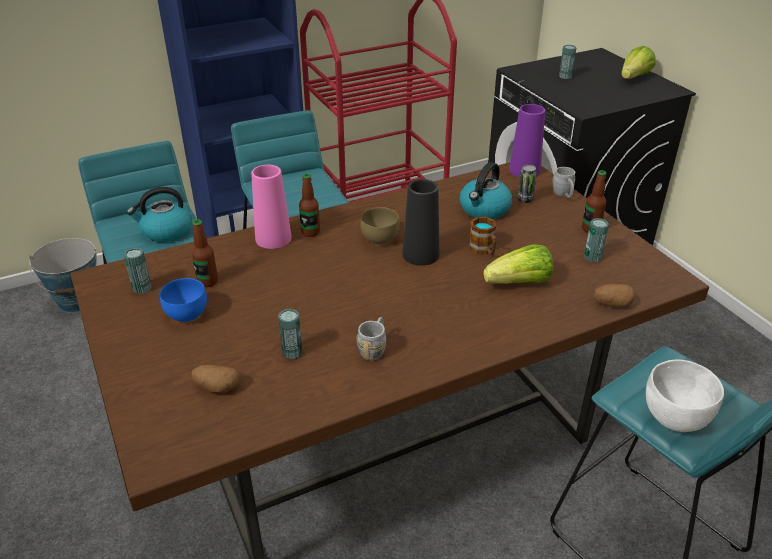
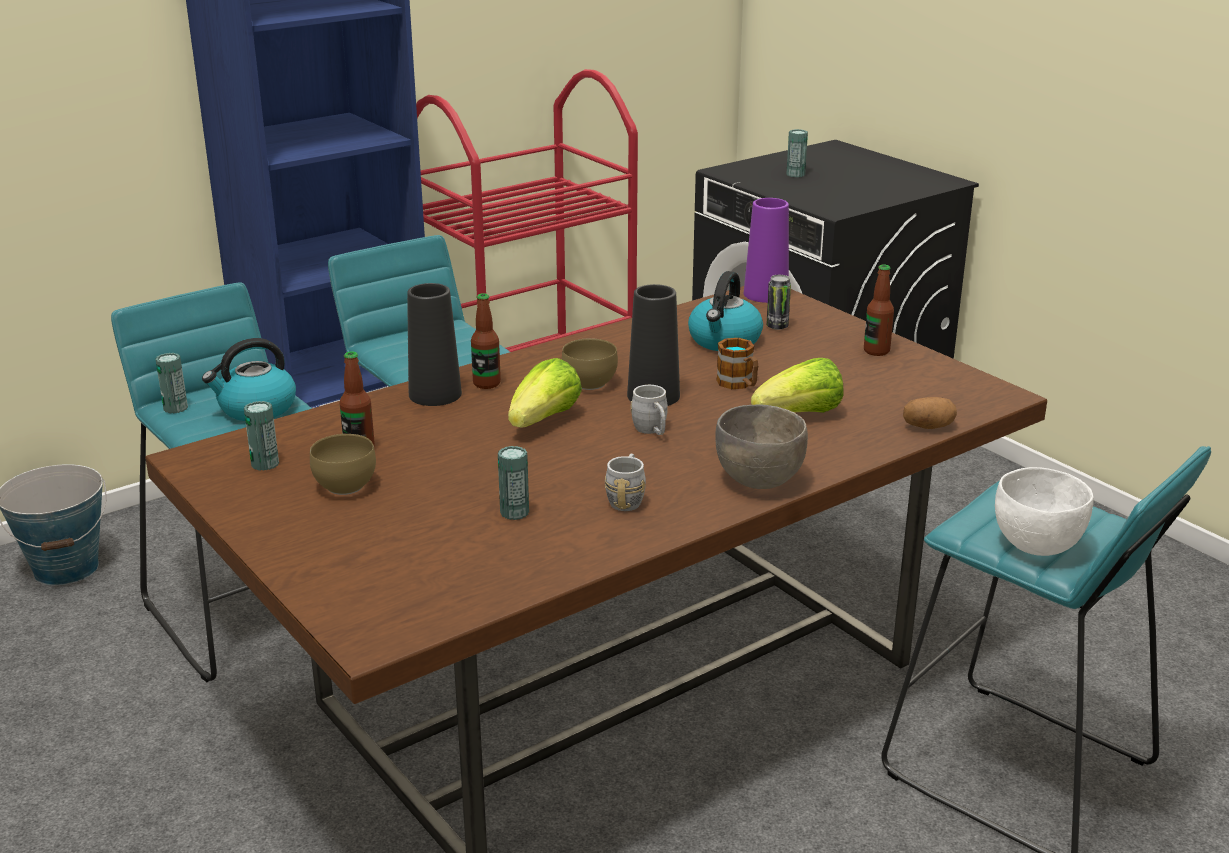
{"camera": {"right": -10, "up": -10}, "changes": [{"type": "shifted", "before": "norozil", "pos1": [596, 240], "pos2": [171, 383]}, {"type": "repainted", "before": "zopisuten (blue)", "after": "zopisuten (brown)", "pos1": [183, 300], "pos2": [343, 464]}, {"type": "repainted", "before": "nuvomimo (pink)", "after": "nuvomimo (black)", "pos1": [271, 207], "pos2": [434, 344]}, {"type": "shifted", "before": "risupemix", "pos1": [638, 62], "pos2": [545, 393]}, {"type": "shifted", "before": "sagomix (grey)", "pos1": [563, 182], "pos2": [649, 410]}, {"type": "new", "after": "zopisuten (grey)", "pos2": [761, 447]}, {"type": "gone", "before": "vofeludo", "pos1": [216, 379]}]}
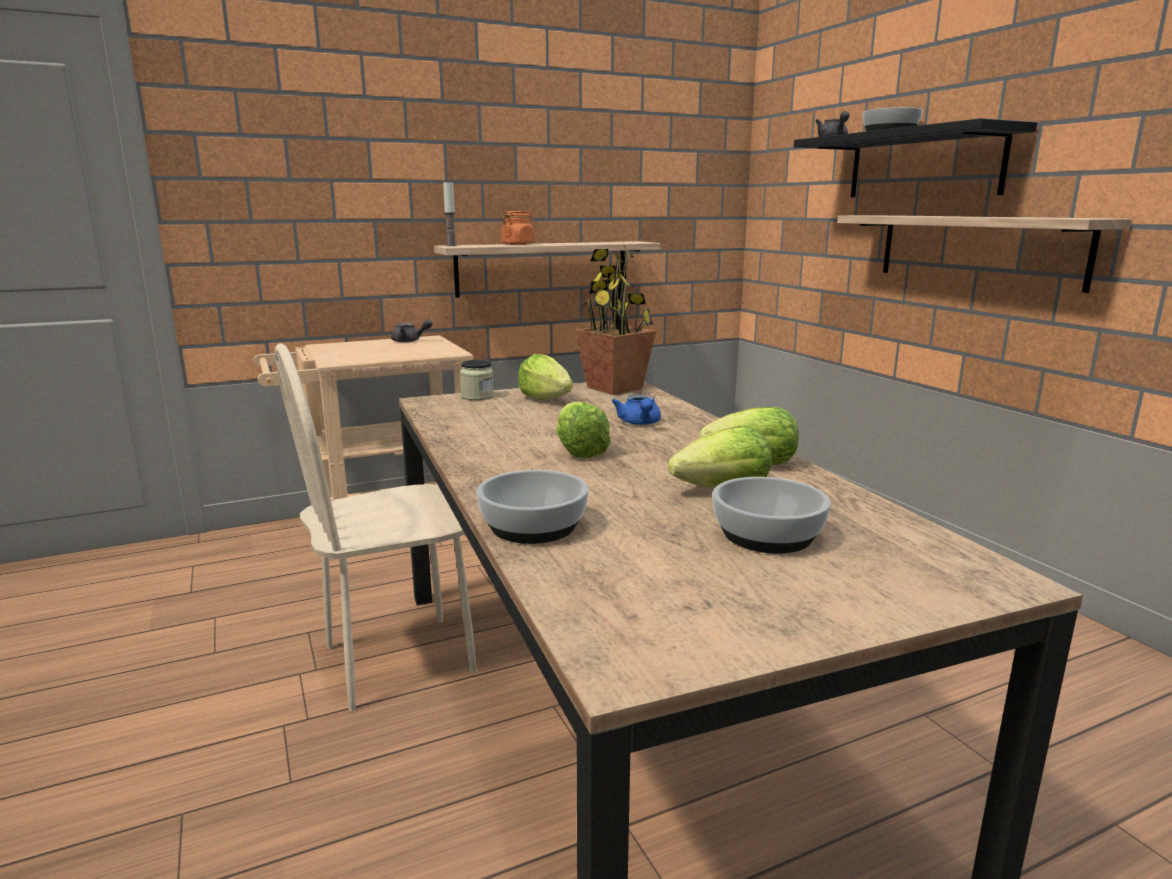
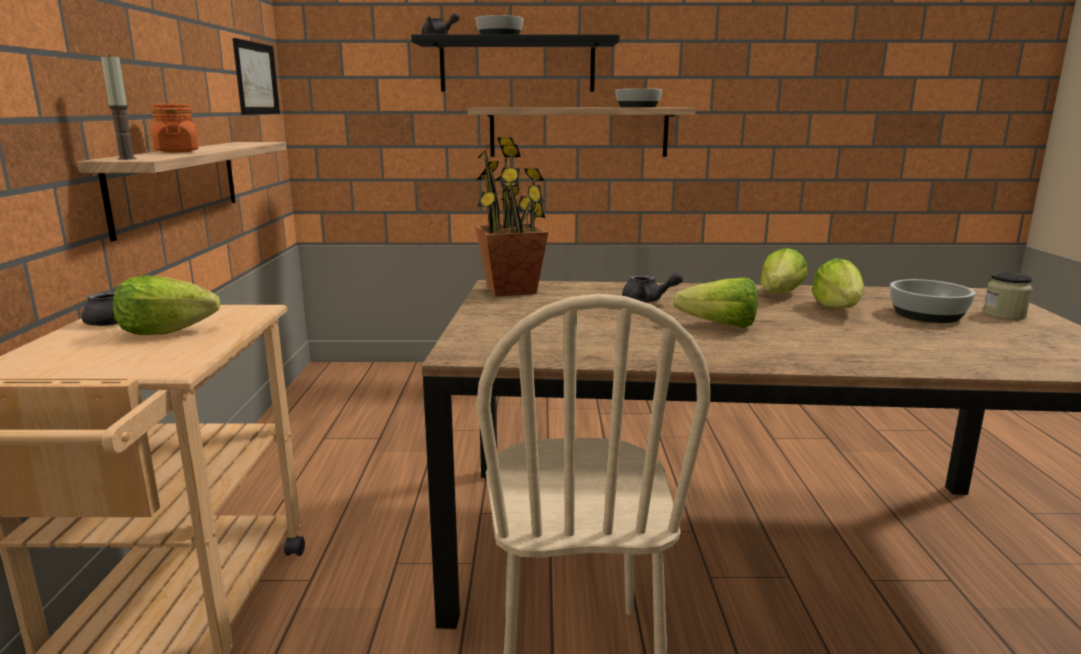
{"camera": {"right": -65, "up": 0}, "changes": [{"type": "shifted", "before": "risupemix", "pos1": [545, 377], "pos2": [166, 305]}, {"type": "new", "after": "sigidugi", "pos2": [256, 76]}, {"type": "shifted", "before": "zopisuten", "pos1": [533, 507], "pos2": [638, 98]}, {"type": "repainted", "before": "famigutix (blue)", "after": "famigutix (grey)", "pos1": [636, 409], "pos2": [652, 287]}, {"type": "shifted", "before": "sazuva", "pos1": [477, 380], "pos2": [1007, 296]}]}
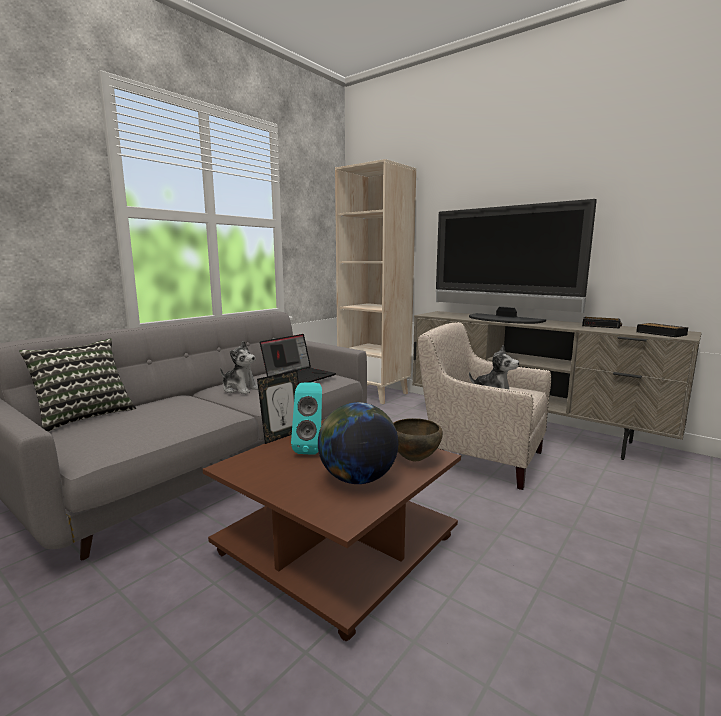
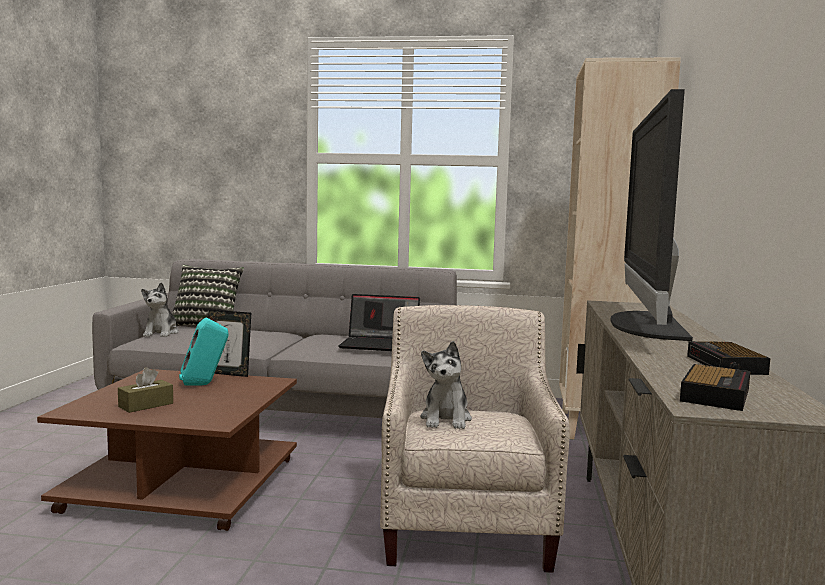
{"camera": {"right": 60, "up": -5}, "changes": [{"type": "swapped", "before": "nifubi", "after": "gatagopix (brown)", "pos1": [358, 443], "pos2": [145, 390]}, {"type": "shifted", "before": "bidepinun", "pos1": [239, 367], "pos2": [160, 309]}, {"type": "gone", "before": "zopisuten (brown)", "pos1": [418, 439]}]}
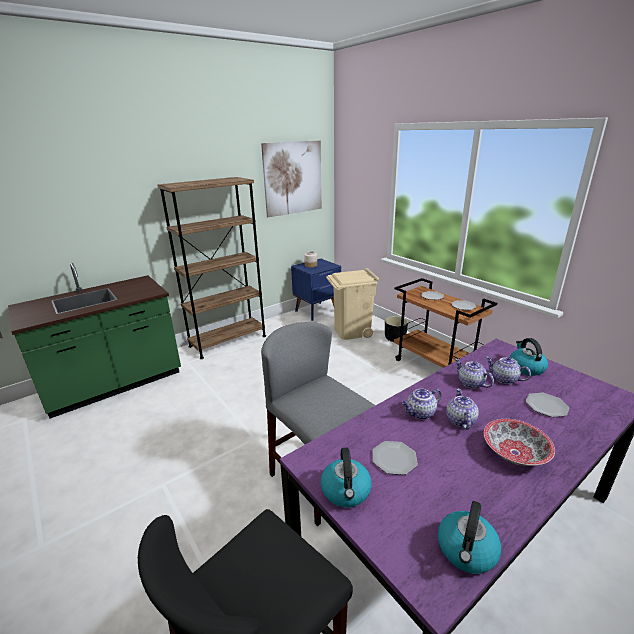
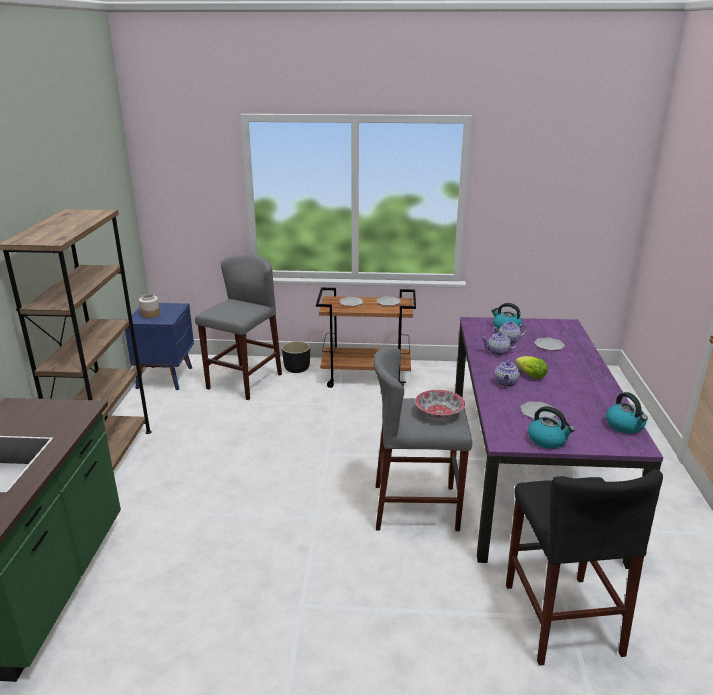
{"camera": {"right": -50, "up": 0}, "changes": [{"type": "swapped", "before": "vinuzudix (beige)", "after": "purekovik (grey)", "pos1": [352, 304], "pos2": [238, 327]}, {"type": "shifted", "before": "zopisuten", "pos1": [519, 442], "pos2": [440, 404]}, {"type": "swapped", "before": "famigutix", "after": "risupemix", "pos1": [462, 409], "pos2": [531, 367]}, {"type": "gone", "before": "sigidugi", "pos1": [291, 178]}]}
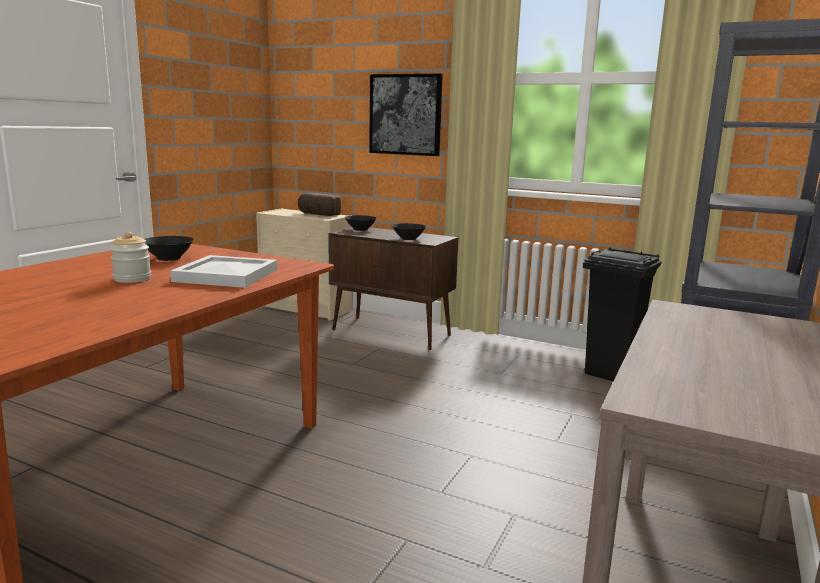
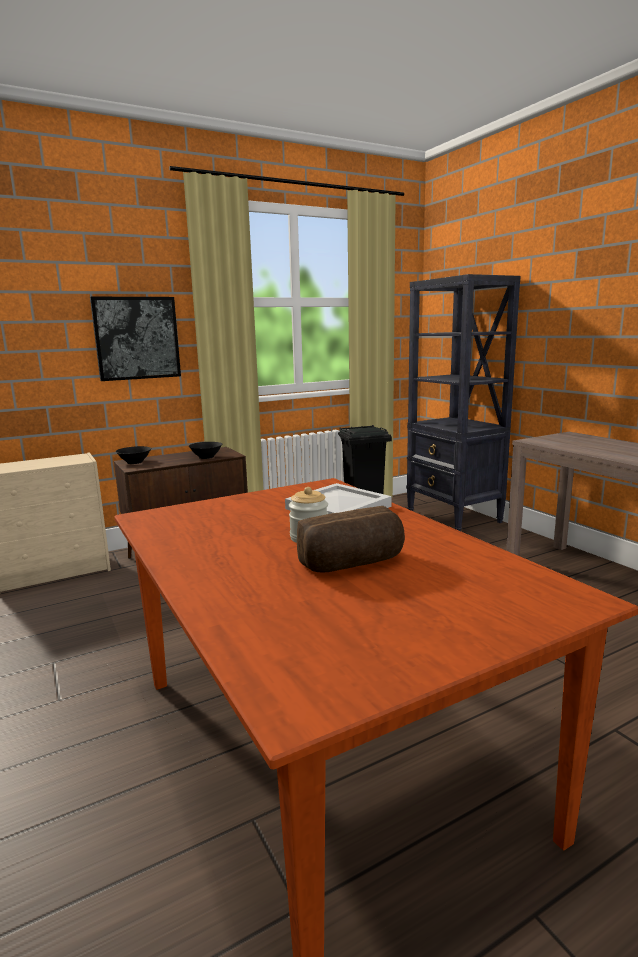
{"camera": {"right": -55, "up": 0}, "changes": [{"type": "shifted", "before": "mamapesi", "pos1": [319, 204], "pos2": [351, 539]}, {"type": "gone", "before": "zopisuten (black)", "pos1": [169, 248]}]}
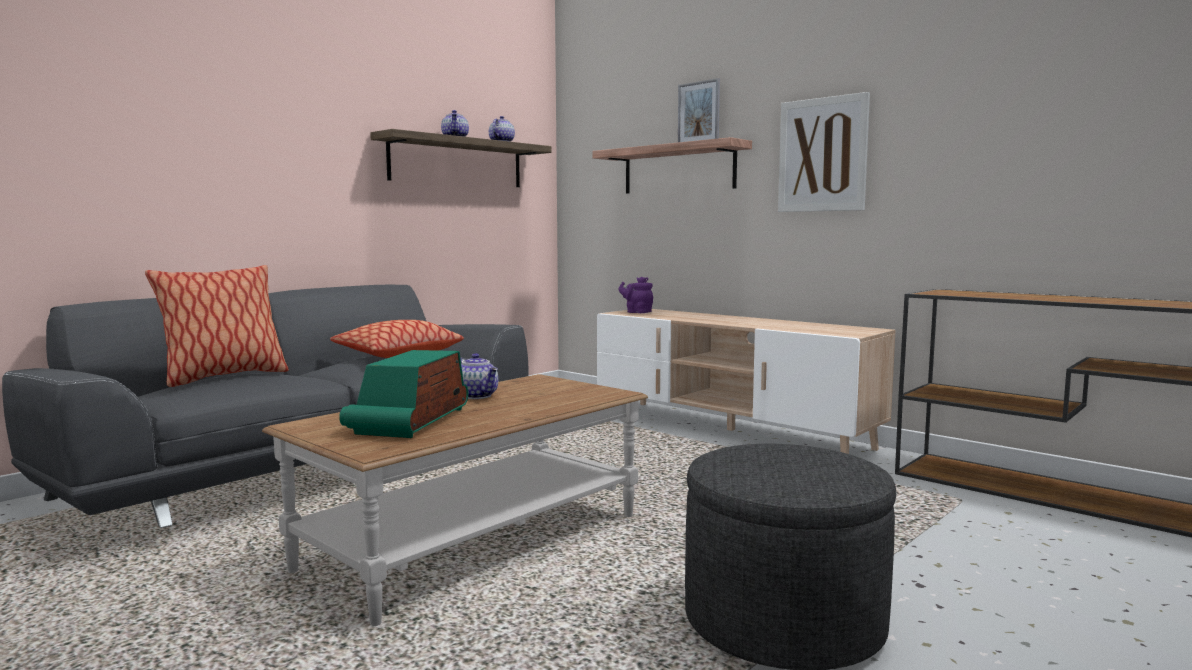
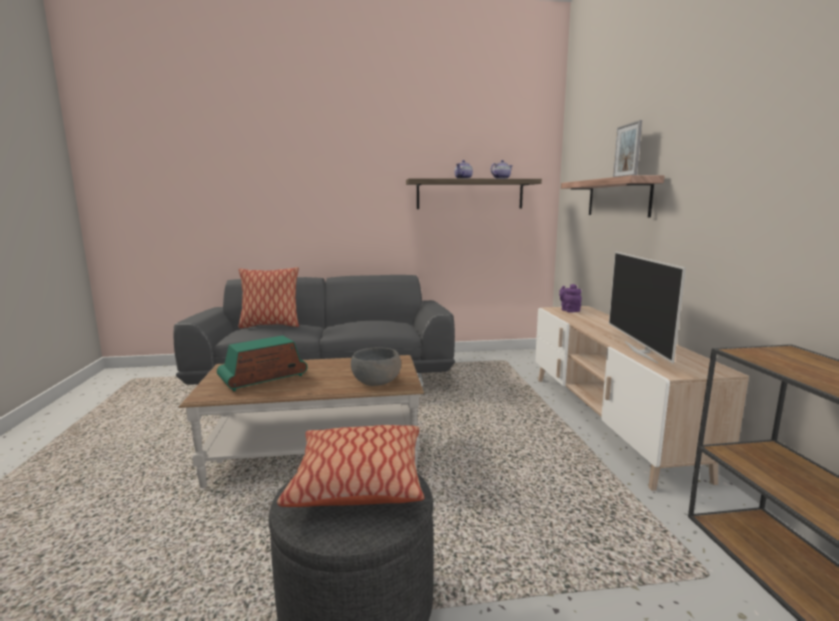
{"camera": {"right": 40, "up": 5}, "changes": [{"type": "shifted", "before": "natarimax", "pos1": [397, 339], "pos2": [350, 466]}, {"type": "new", "after": "zopisuten (grey)", "pos2": [376, 366]}, {"type": "new", "after": "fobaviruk", "pos2": [647, 307]}, {"type": "gone", "before": "famigutix", "pos1": [479, 376]}, {"type": "gone", "before": "sigidugi", "pos1": [824, 152]}]}
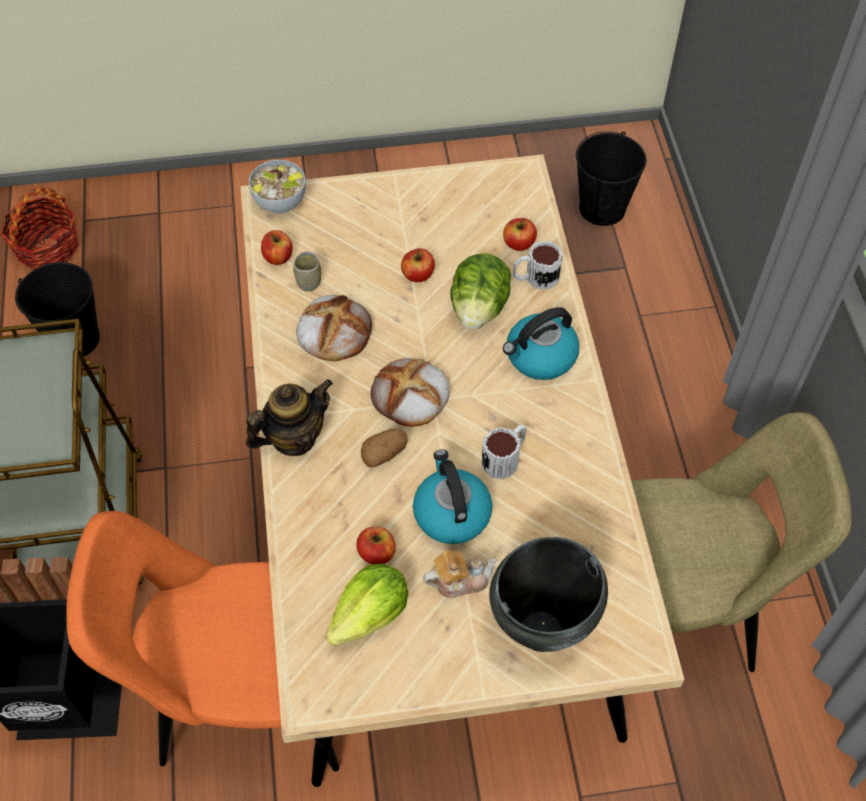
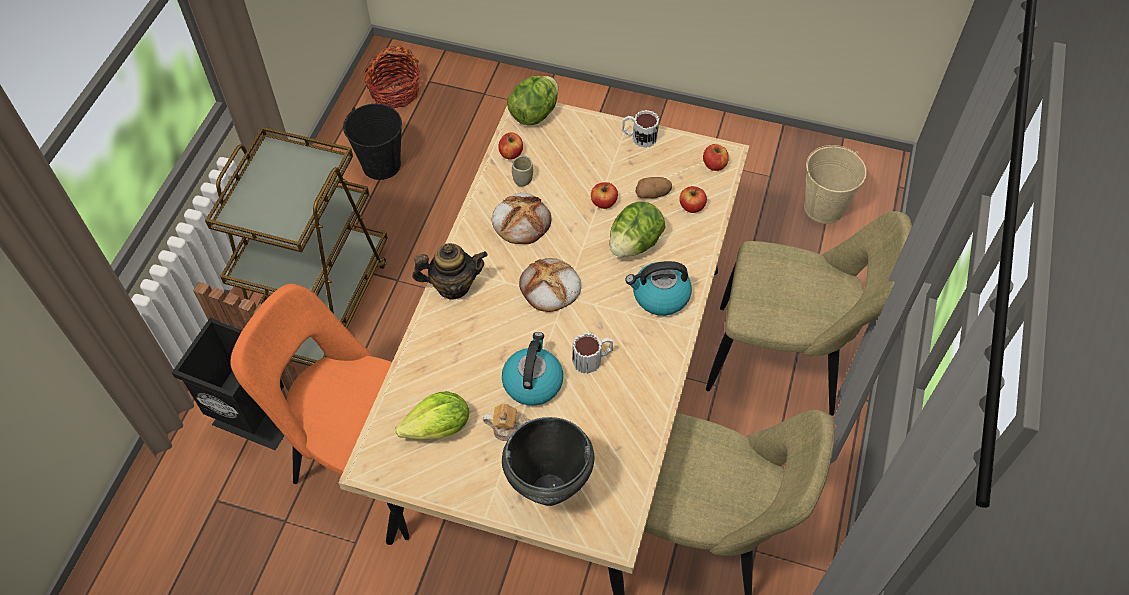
{"camera": {"right": 25, "up": 0}, "changes": [{"type": "swapped", "before": "zopisuten", "after": "risupemix", "pos1": [277, 187], "pos2": [532, 100]}, {"type": "shifted", "before": "sagomix", "pos1": [537, 265], "pos2": [640, 129]}, {"type": "shifted", "before": "vofeludo", "pos1": [384, 448], "pos2": [654, 188]}, {"type": "shifted", "before": "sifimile", "pos1": [376, 546], "pos2": [716, 157]}, {"type": "new", "after": "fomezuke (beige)", "pos2": [809, 313]}, {"type": "repainted", "before": "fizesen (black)", "after": "fizesen (beige)", "pos1": [611, 178], "pos2": [835, 184]}]}
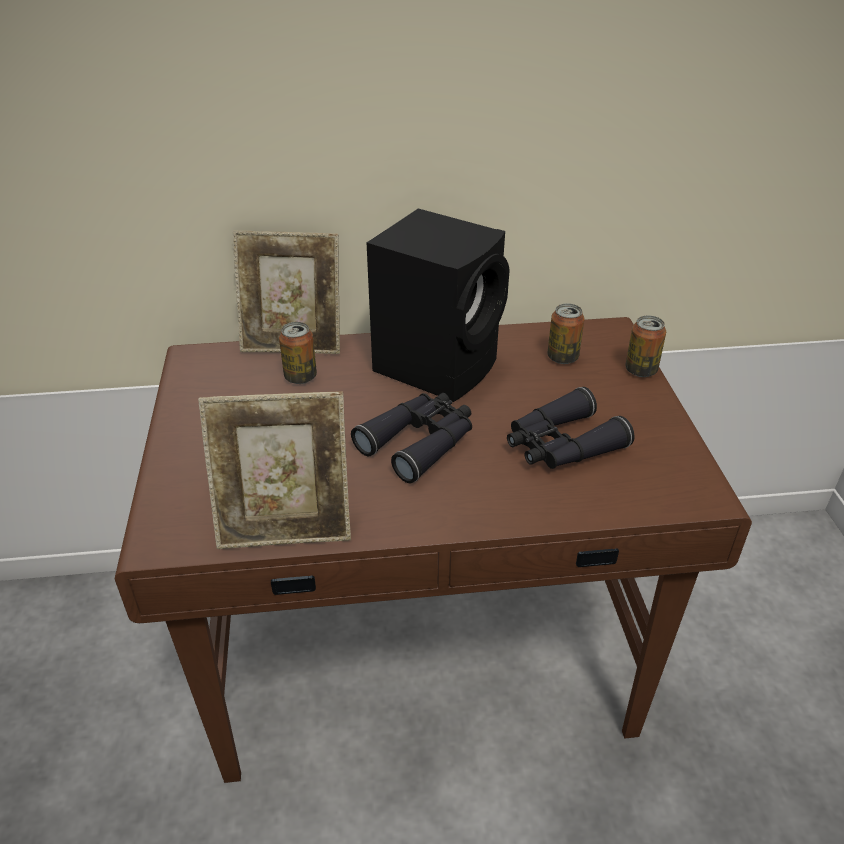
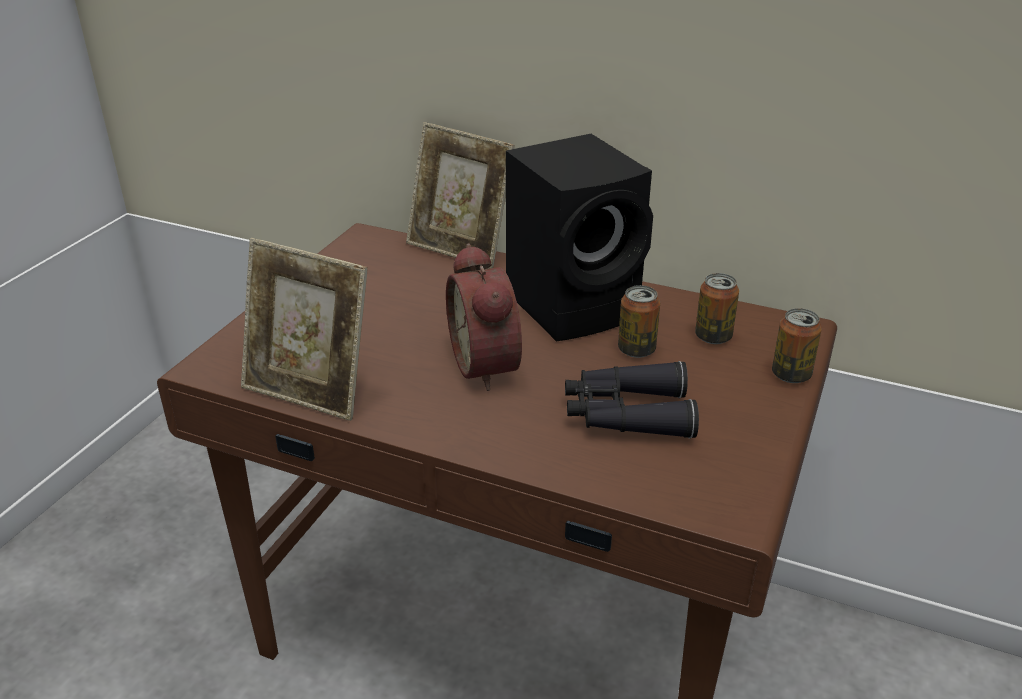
{"camera": {"right": 30, "up": -5}, "changes": [{"type": "swapped", "before": "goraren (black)", "after": "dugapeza", "pos1": [411, 438], "pos2": [484, 317]}, {"type": "shifted", "before": "norozil", "pos1": [298, 353], "pos2": [639, 321]}]}
